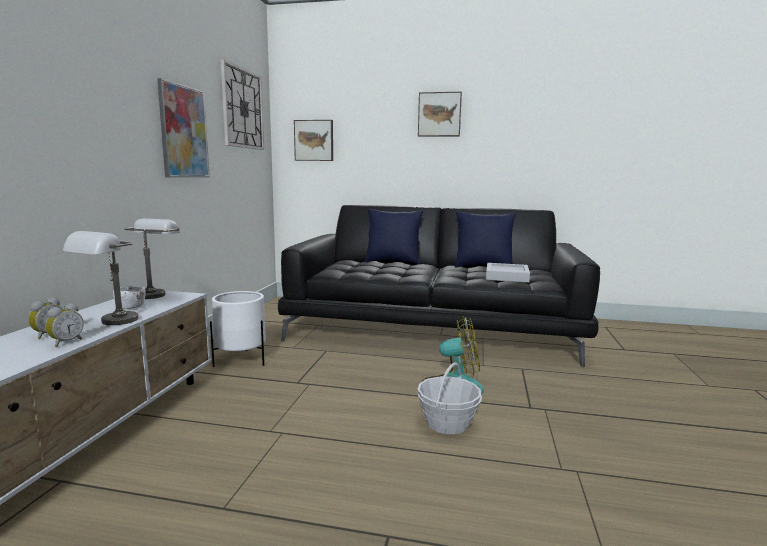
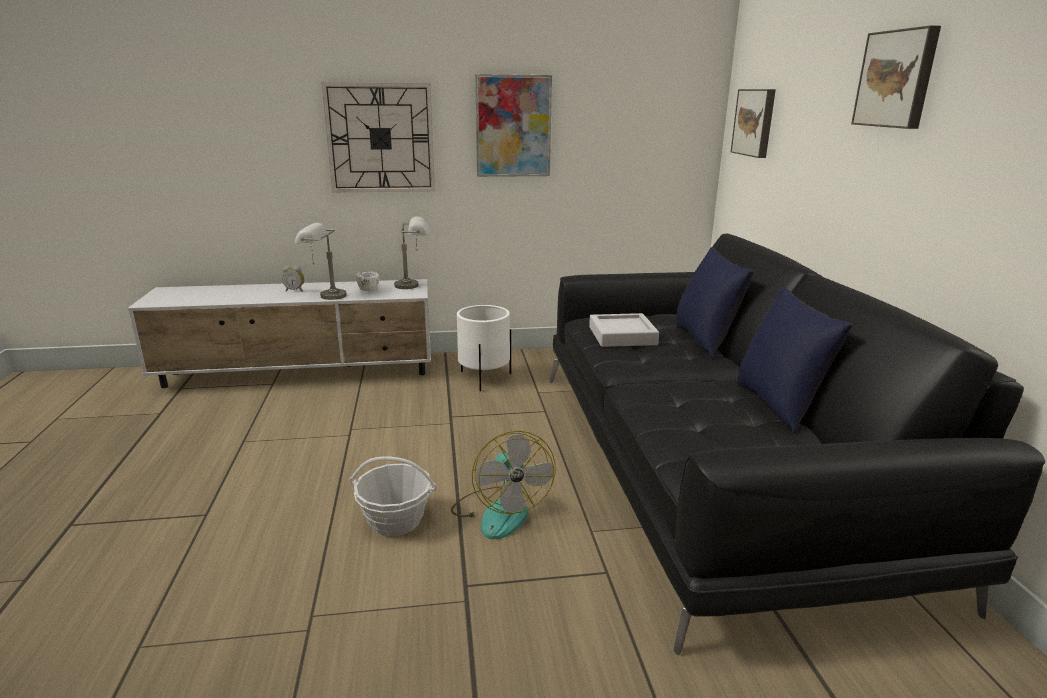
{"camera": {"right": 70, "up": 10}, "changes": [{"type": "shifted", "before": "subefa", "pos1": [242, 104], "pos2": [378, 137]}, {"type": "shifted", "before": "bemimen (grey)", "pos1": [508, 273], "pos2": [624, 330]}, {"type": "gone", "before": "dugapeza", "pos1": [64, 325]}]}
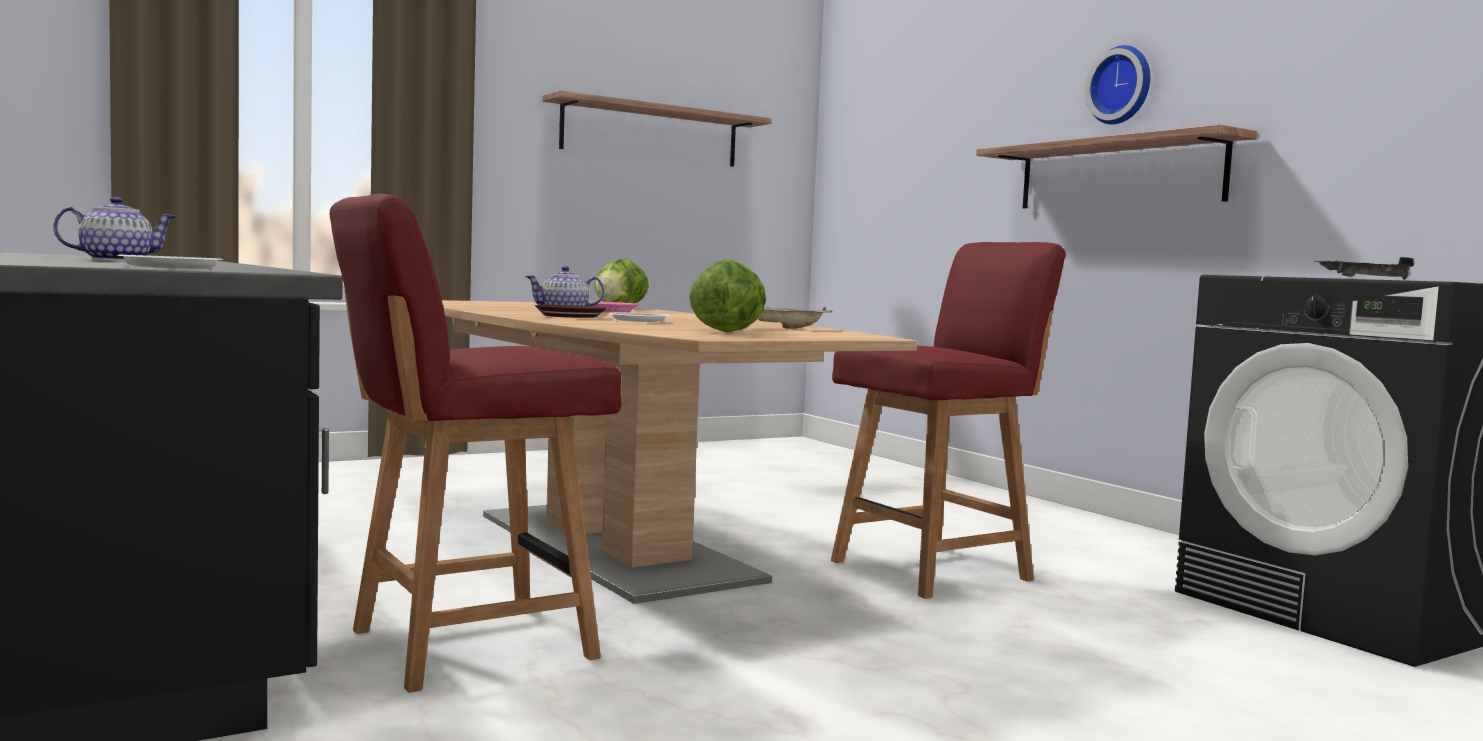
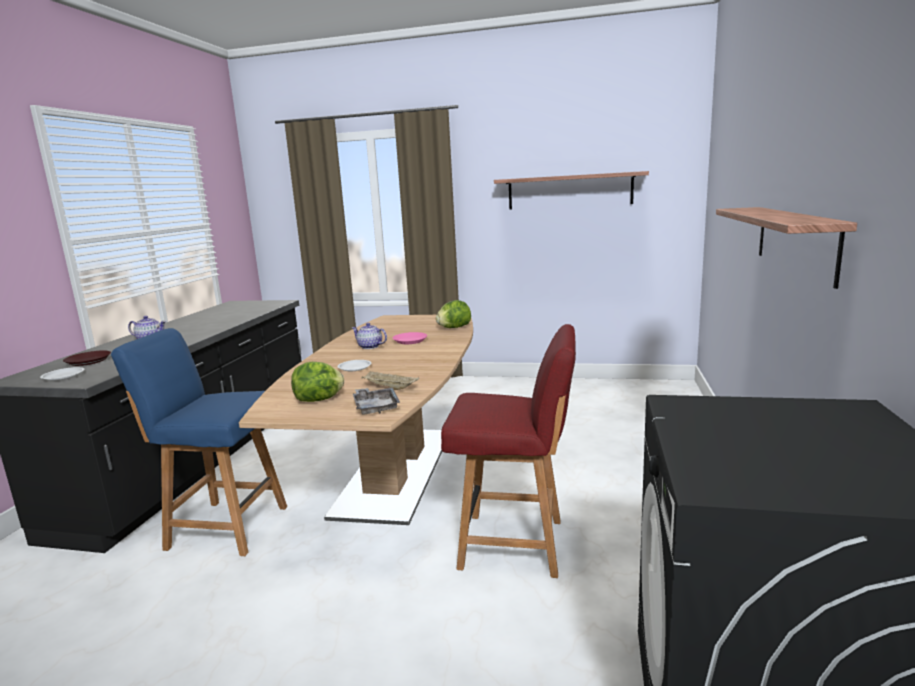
{"camera": {"right": 45, "up": 10}, "changes": [{"type": "shifted", "before": "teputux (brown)", "pos1": [571, 311], "pos2": [87, 358]}, {"type": "repainted", "before": "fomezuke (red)", "after": "fomezuke (blue)", "pos1": [475, 443], "pos2": [199, 442]}, {"type": "shifted", "before": "bemimen (grey)", "pos1": [1364, 268], "pos2": [376, 401]}, {"type": "gone", "before": "subefa", "pos1": [1117, 85]}]}
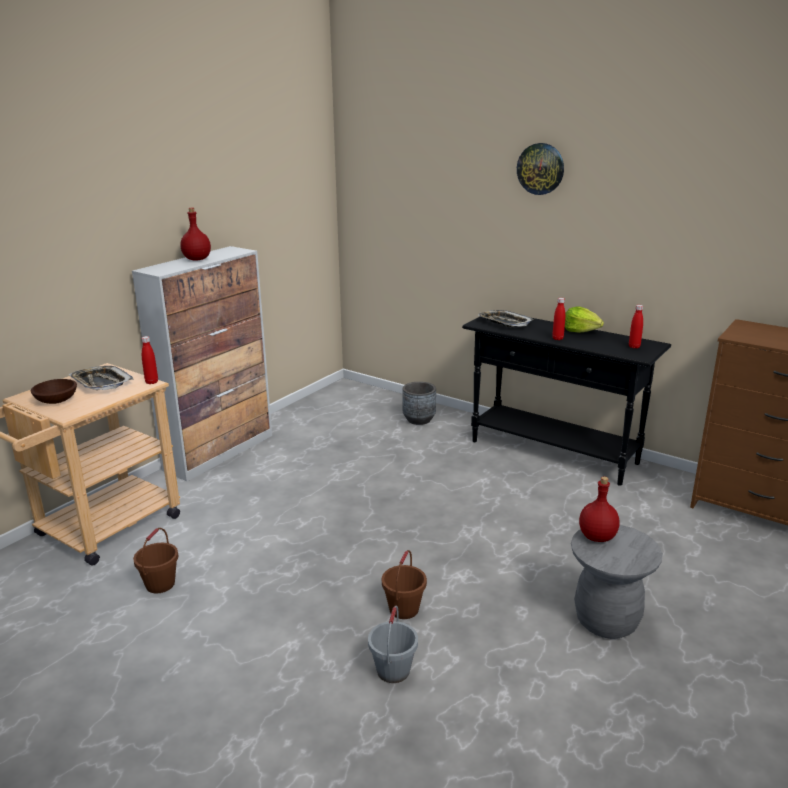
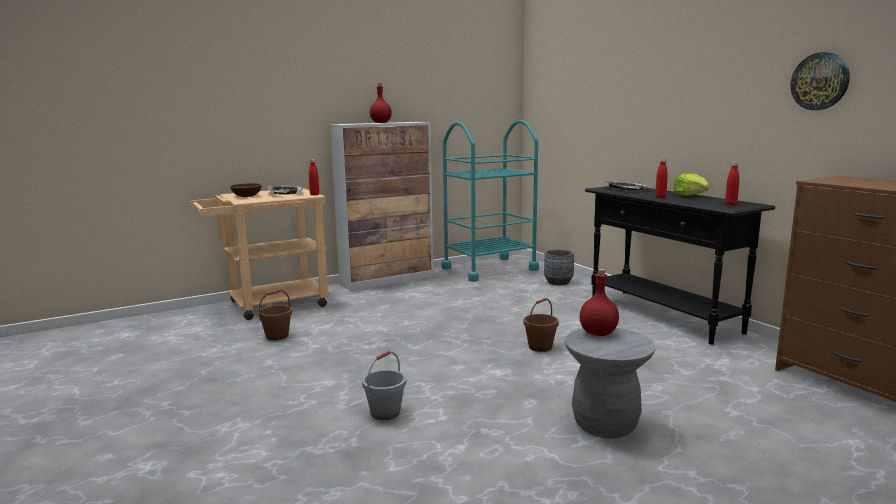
{"camera": {"right": 25, "up": -10}, "changes": [{"type": "new", "after": "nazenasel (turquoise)", "pos2": [490, 201]}, {"type": "shifted", "before": "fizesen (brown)", "pos1": [404, 584], "pos2": [541, 325]}, {"type": "shifted", "before": "subefa", "pos1": [540, 169], "pos2": [820, 81]}]}
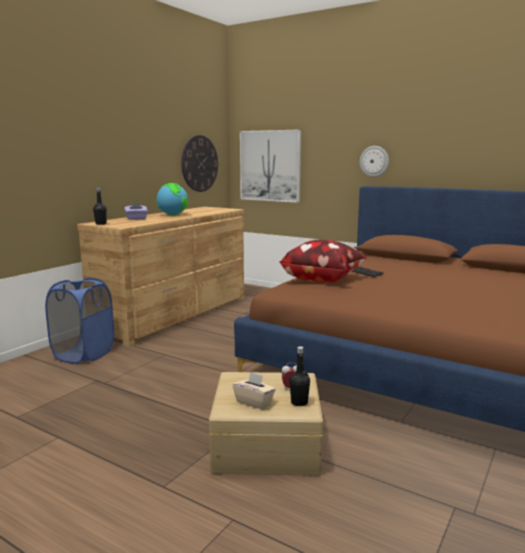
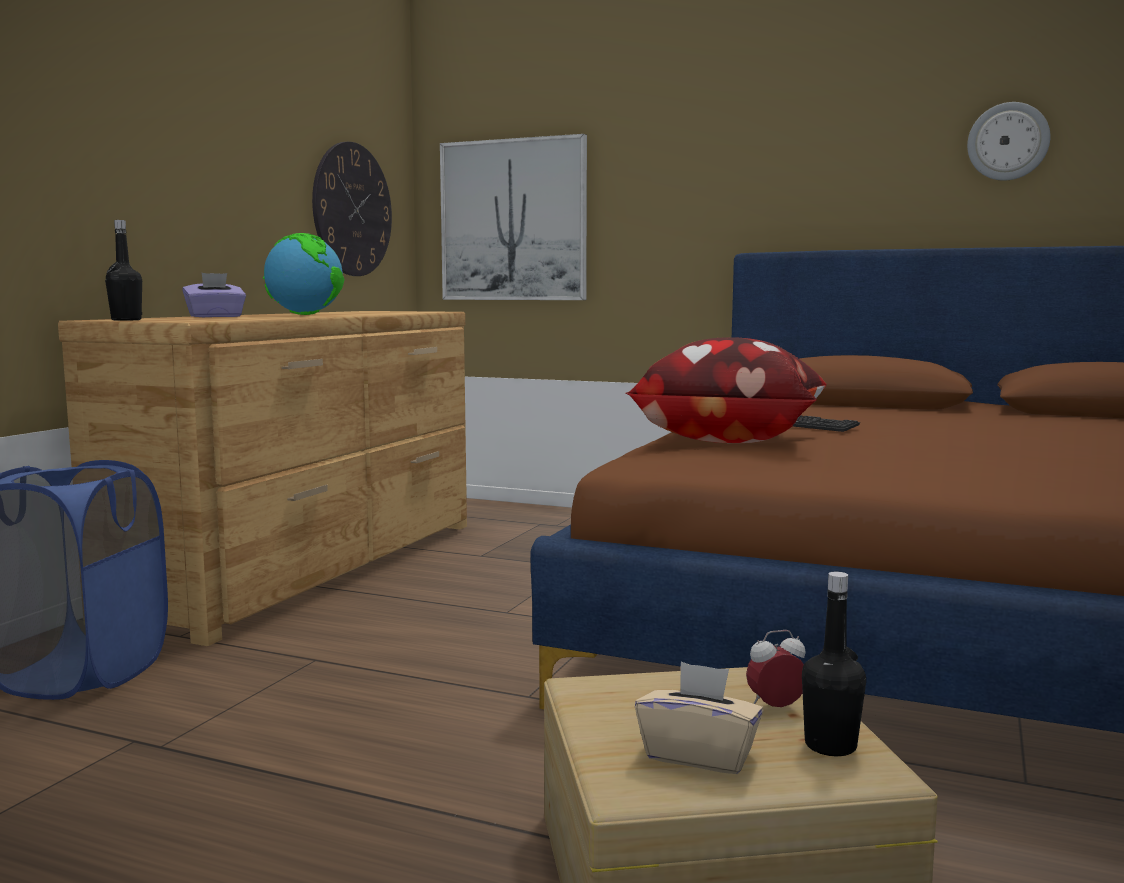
{"camera": {"right": -10, "up": -5}, "changes": [{"type": "shifted", "before": "subefa", "pos1": [374, 161], "pos2": [1008, 141]}]}
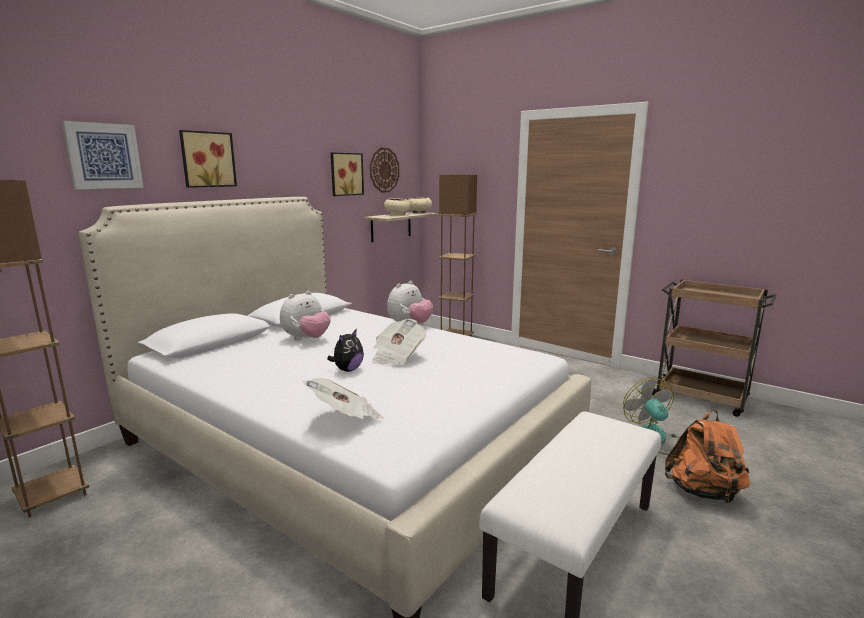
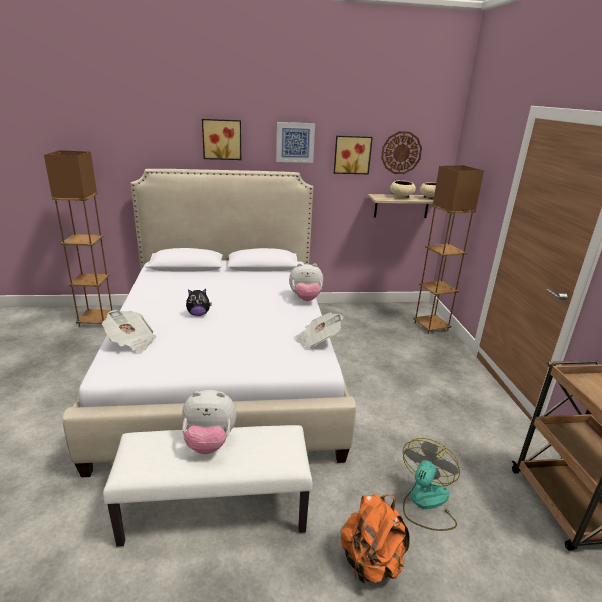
{"camera": {"right": 45, "up": 10}, "changes": [{"type": "shifted", "before": "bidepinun", "pos1": [305, 315], "pos2": [209, 422]}, {"type": "shifted", "before": "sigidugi", "pos1": [102, 155], "pos2": [295, 142]}, {"type": "shifted", "before": "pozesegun", "pos1": [399, 341], "pos2": [318, 330]}]}
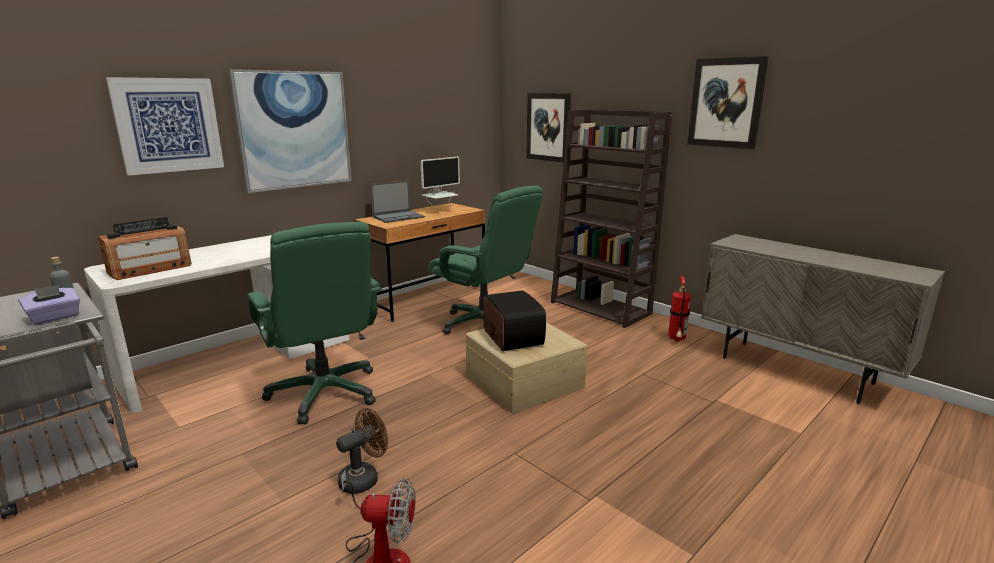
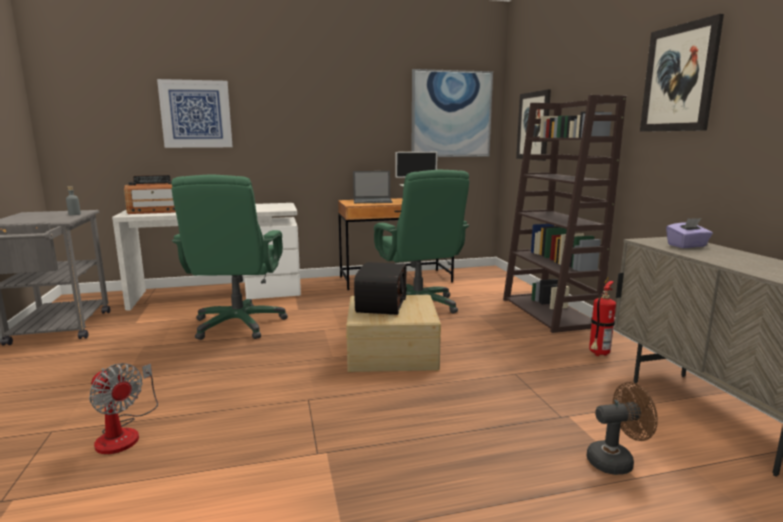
{"camera": {"right": 30, "up": -5}, "changes": [{"type": "shifted", "before": "sigidugi", "pos1": [290, 131], "pos2": [452, 113]}, {"type": "shifted", "before": "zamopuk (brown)", "pos1": [362, 451], "pos2": [622, 428]}, {"type": "shifted", "before": "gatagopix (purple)", "pos1": [49, 305], "pos2": [689, 233]}]}
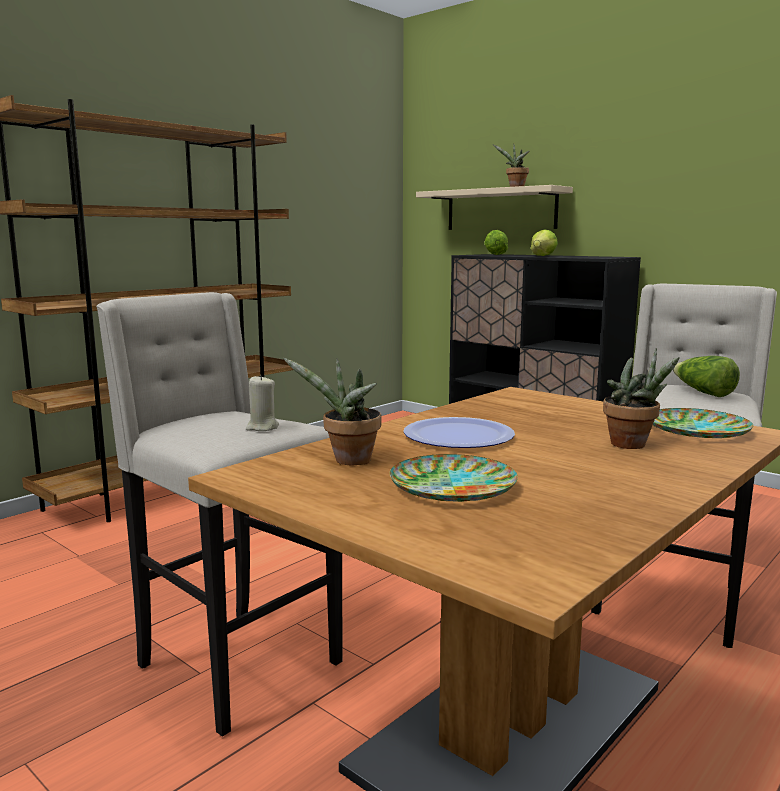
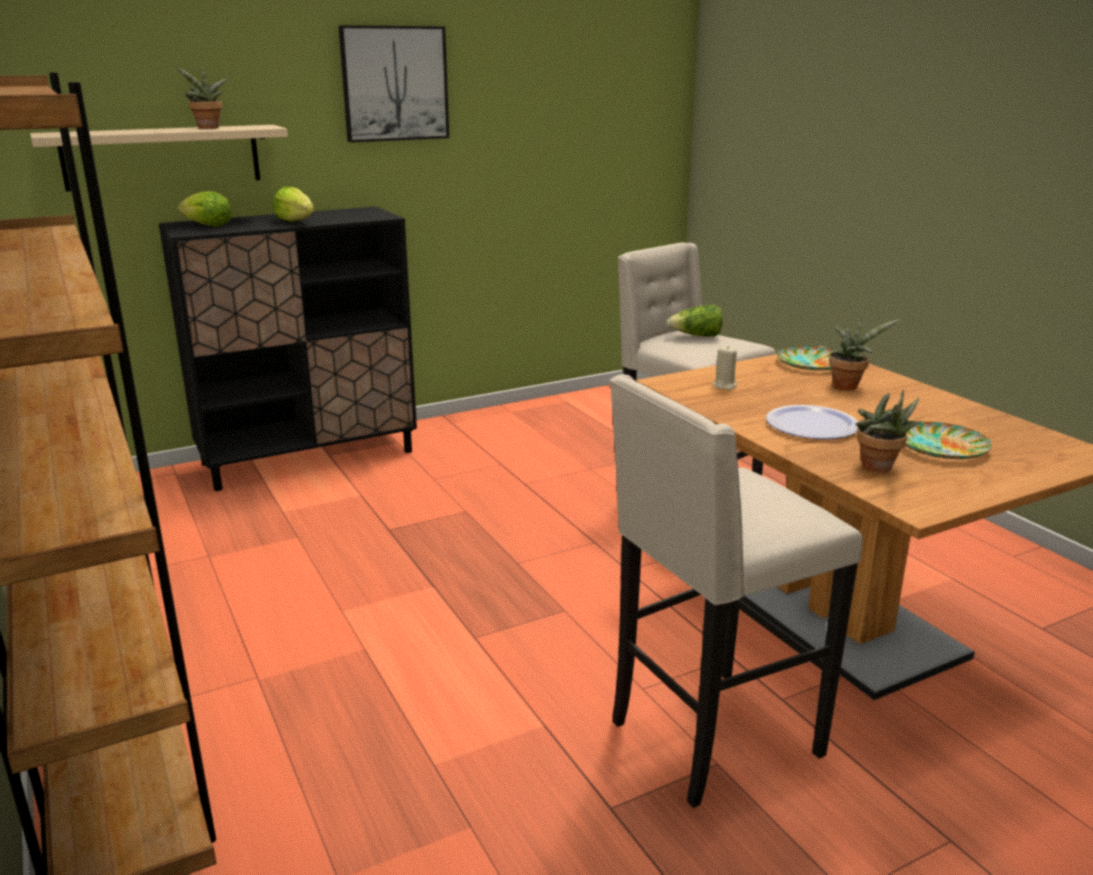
{"camera": {"right": -70, "up": 10}, "changes": [{"type": "new", "after": "sigidugi", "pos2": [393, 84]}, {"type": "shifted", "before": "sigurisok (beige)", "pos1": [262, 403], "pos2": [725, 368]}]}
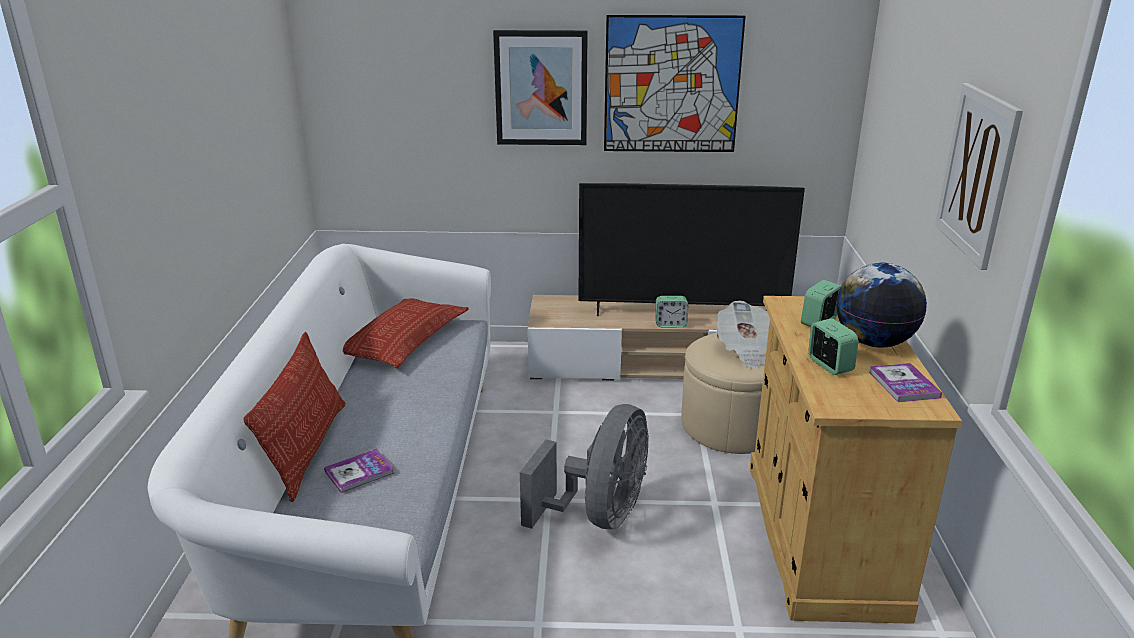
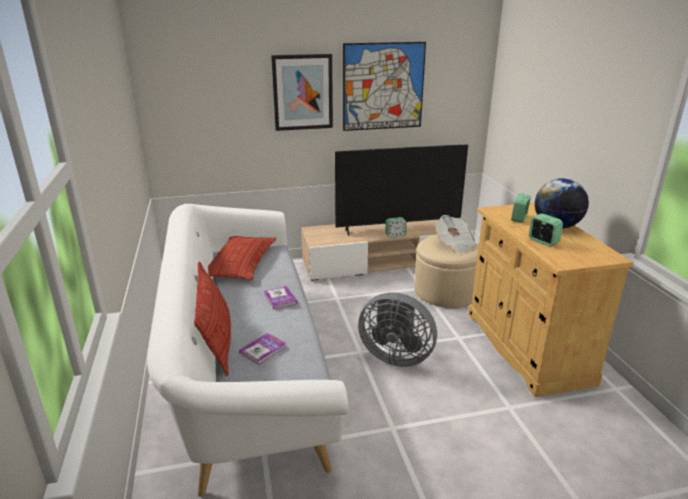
{"camera": {"right": -15, "up": 0}, "changes": [{"type": "shifted", "before": "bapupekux", "pos1": [905, 382], "pos2": [281, 298]}, {"type": "rotated", "before": "zamopuk (grey)", "pos1": [584, 466], "pos2": [397, 329], "turn": 105}, {"type": "gone", "before": "sigidugi", "pos1": [979, 176]}]}
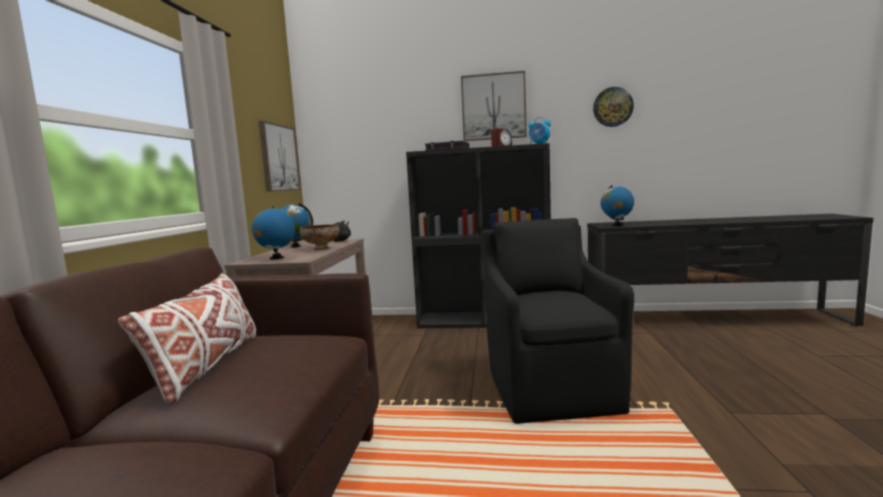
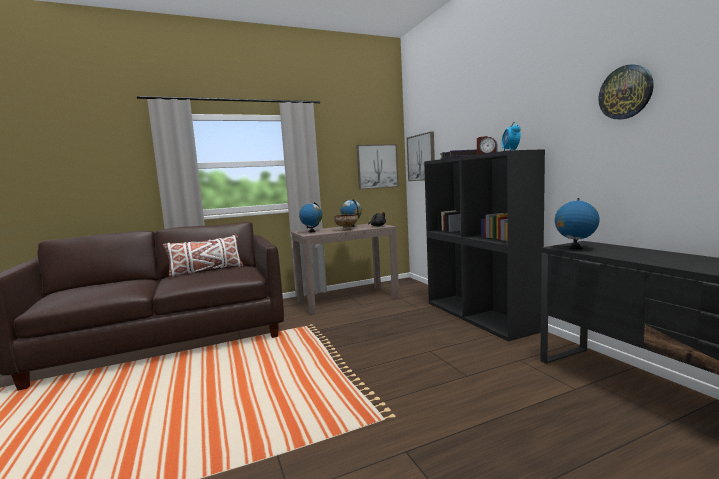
{"camera": {"right": 60, "up": 0}, "changes": [{"type": "shifted", "before": "sigidugi", "pos1": [494, 106], "pos2": [421, 156]}, {"type": "gone", "before": "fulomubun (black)", "pos1": [558, 321]}]}
